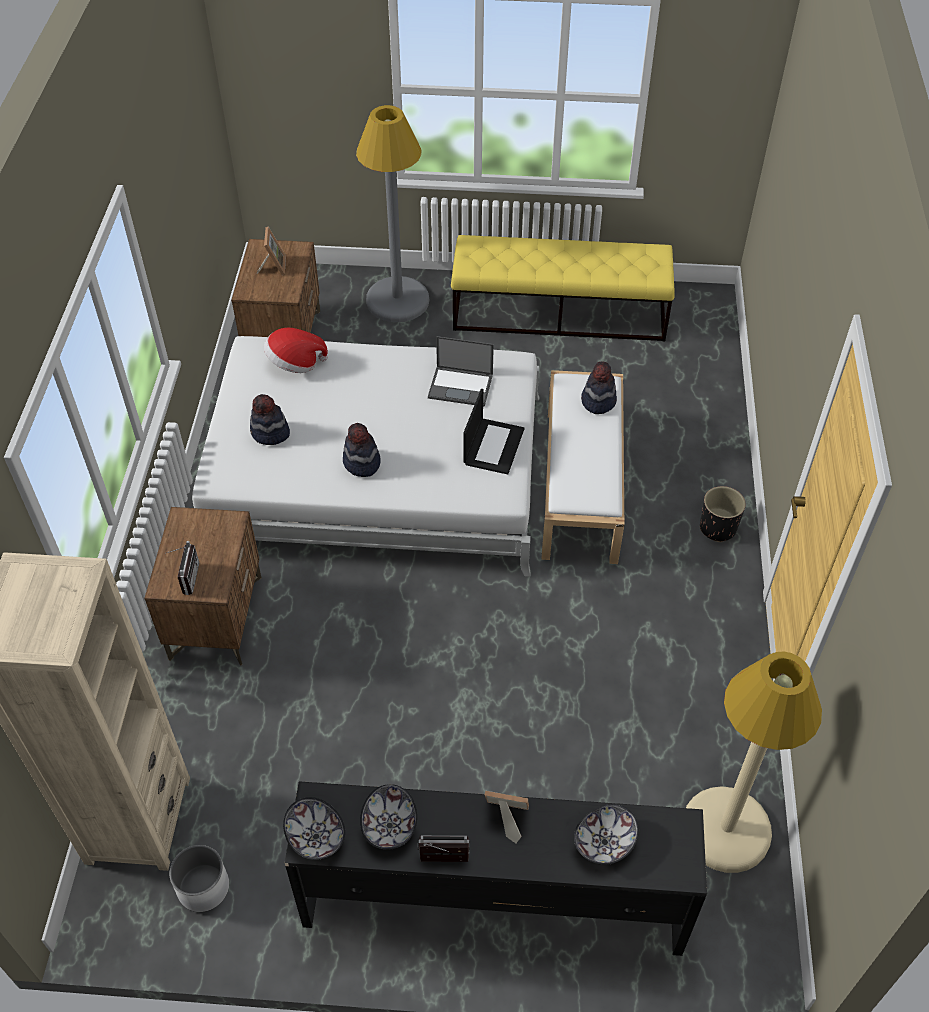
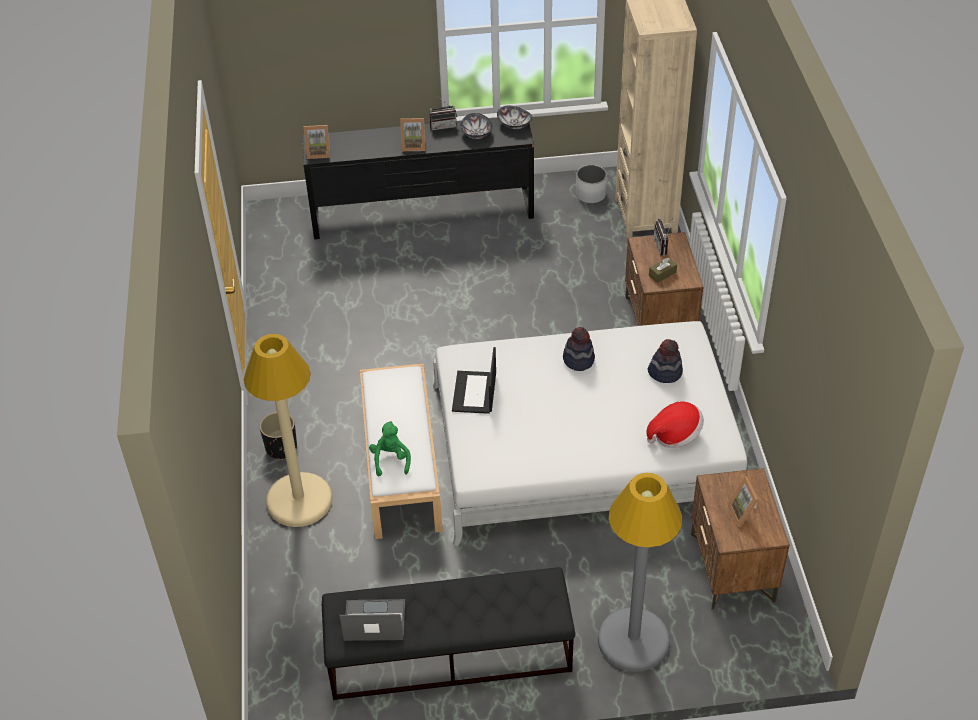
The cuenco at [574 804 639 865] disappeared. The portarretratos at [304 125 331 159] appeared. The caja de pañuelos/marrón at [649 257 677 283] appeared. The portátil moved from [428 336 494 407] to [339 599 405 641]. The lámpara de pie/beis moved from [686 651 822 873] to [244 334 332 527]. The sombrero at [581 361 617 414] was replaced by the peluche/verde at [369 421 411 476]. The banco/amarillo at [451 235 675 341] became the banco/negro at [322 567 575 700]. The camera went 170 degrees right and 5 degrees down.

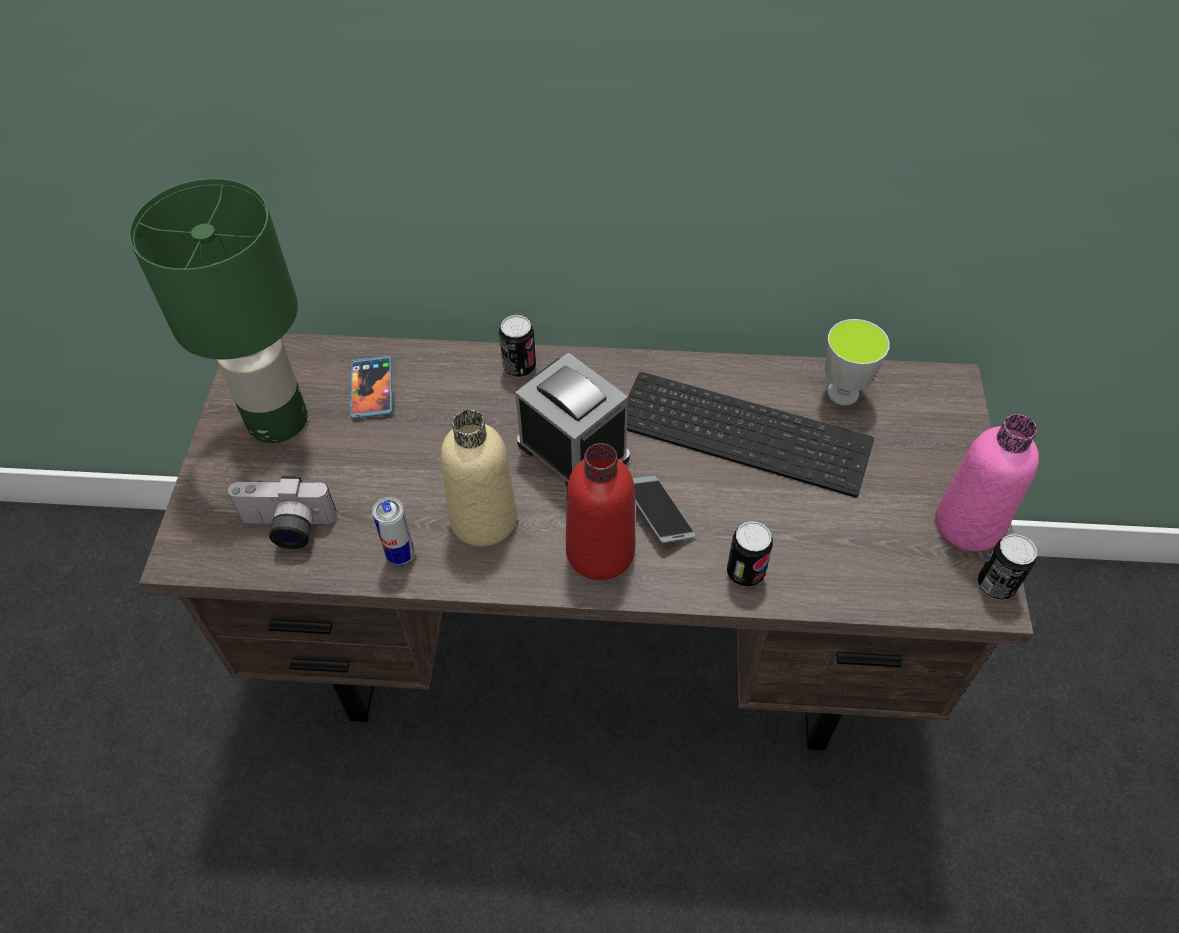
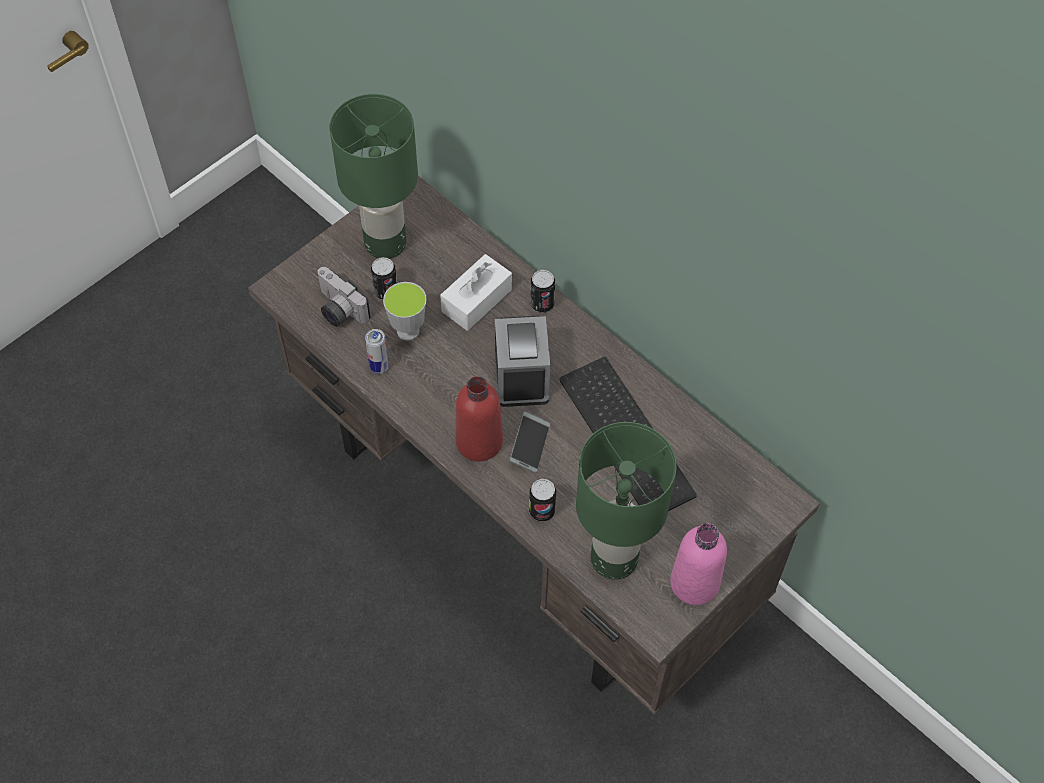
The móvil at [350 356 392 419] disappeared. The botella/beis at [441 410 517 547] disappeared. The caja de pañuelos/blanco at [440 254 512 331] appeared. The lámpara de mesa/verde at [576 422 677 580] appeared. The taza moved from [825 319 890 405] to [383 282 427 341]. The lata moved from [978 533 1037 600] to [371 257 397 300]. The camera went 40 degrees right and 5 degrees up.

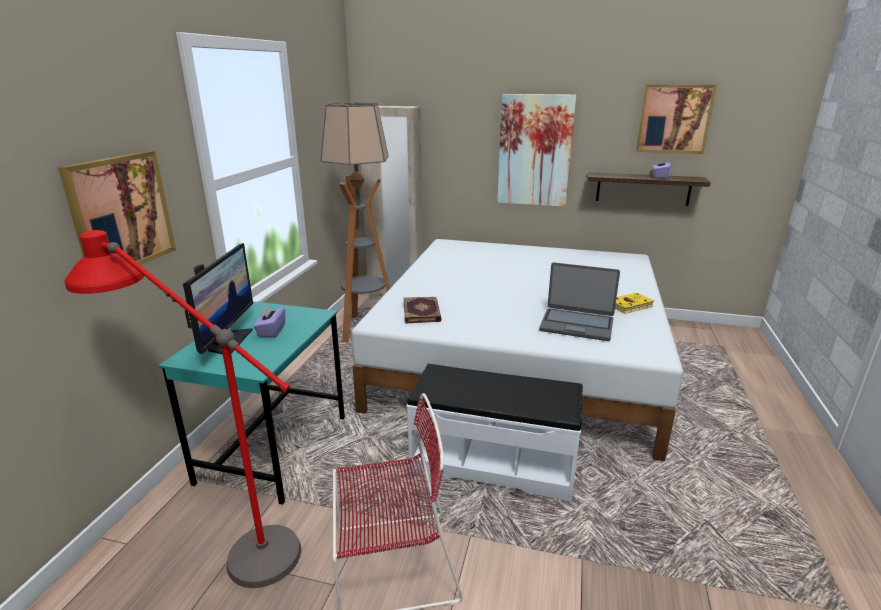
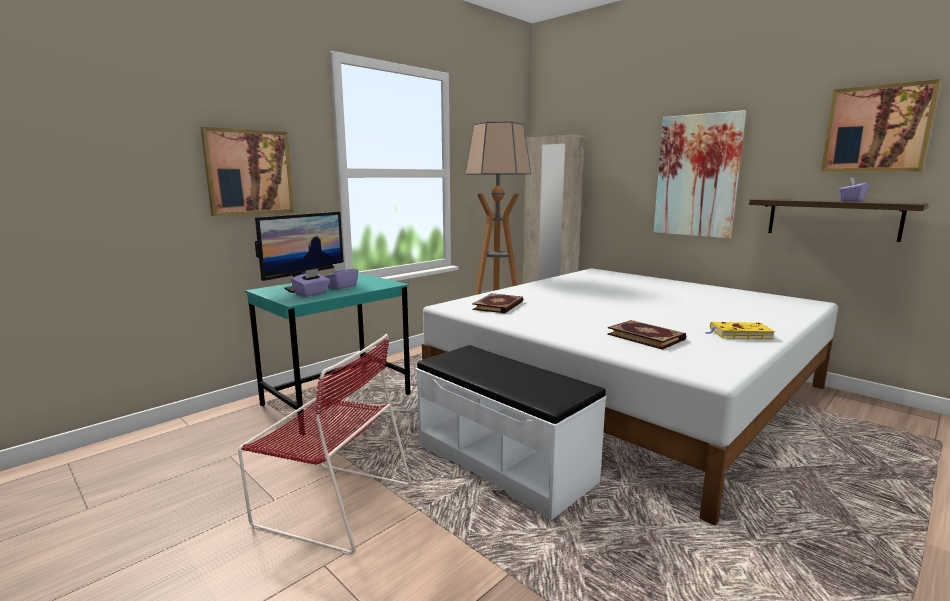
The lámpara de pie/rojo at [65 230 301 588] disappeared. The caja de pañuelos/morado at [291 269 330 297] appeared. The portátil at [539 263 620 341] was replaced by the libro at [607 320 686 350]. The camera went 30 degrees right and 10 degrees down.

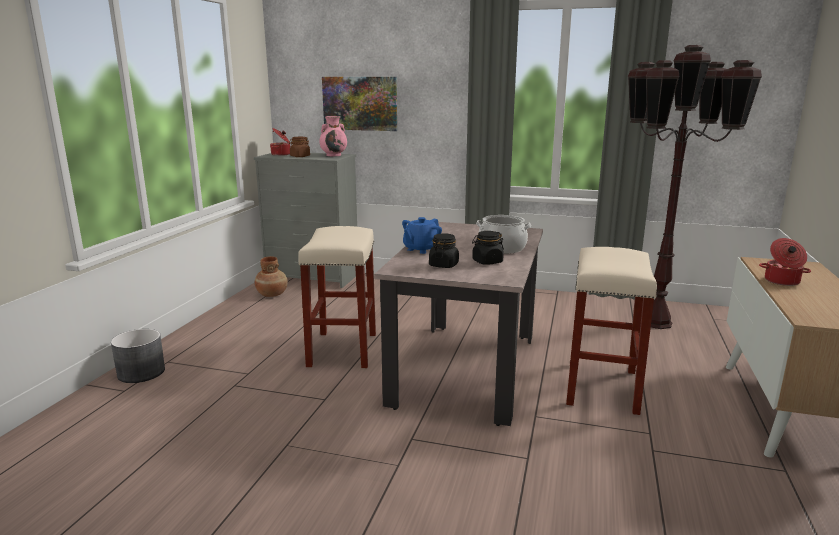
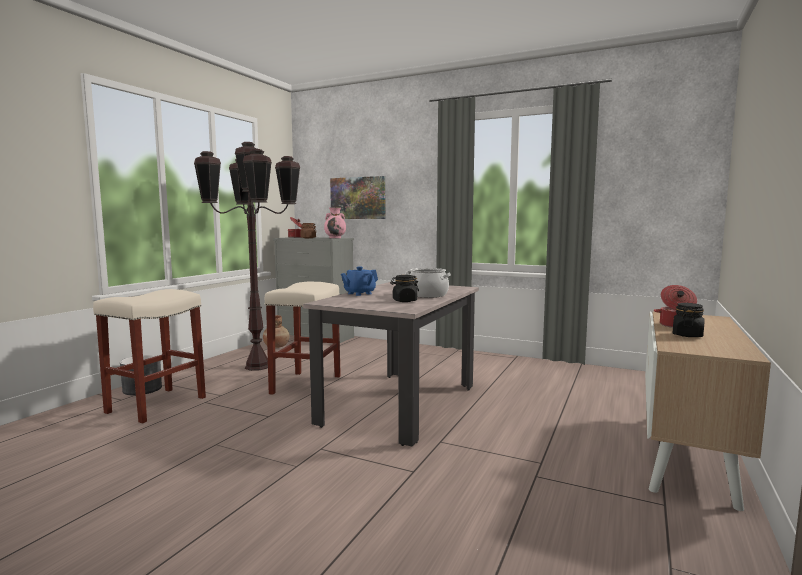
The tarro/negro moved from [429 233 459 268] to [673 303 704 337]. The taburete/beis moved from [566 247 657 415] to [93 289 206 423]. The lámpara de pie/marrón moved from [628 45 762 329] to [194 142 300 371]. The camera went 10 degrees right and 10 degrees down.

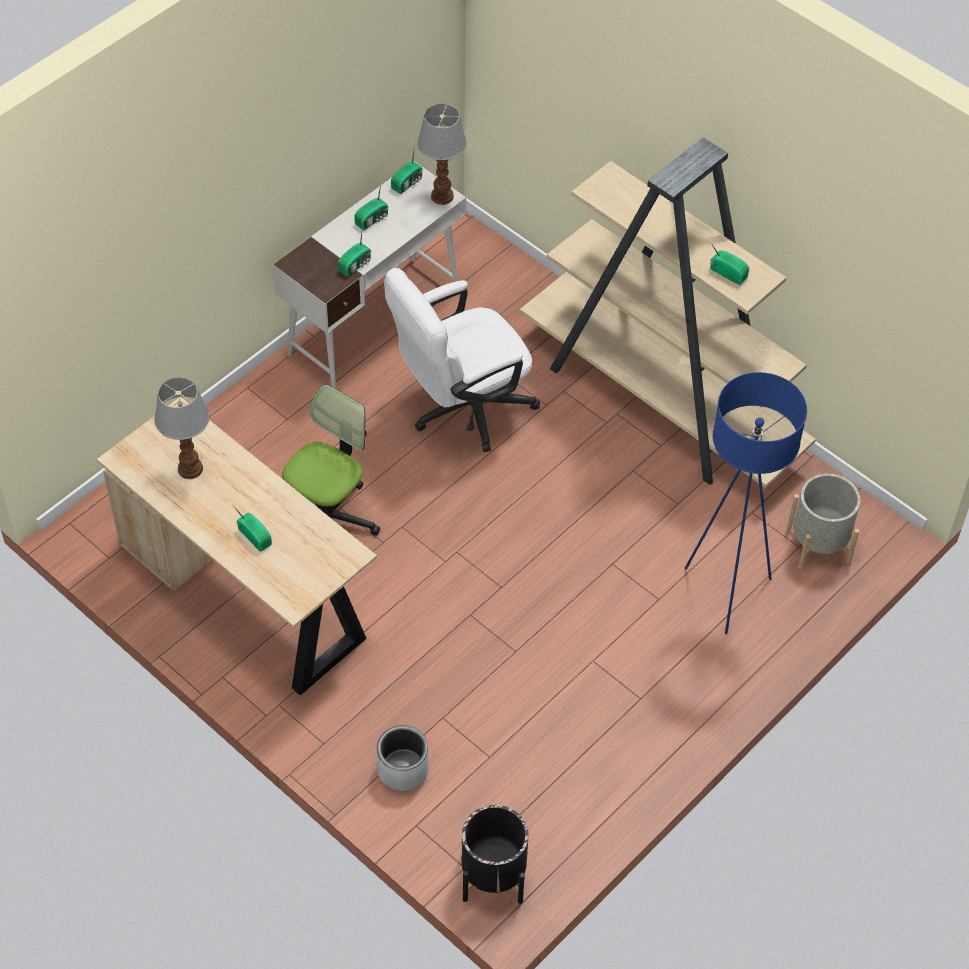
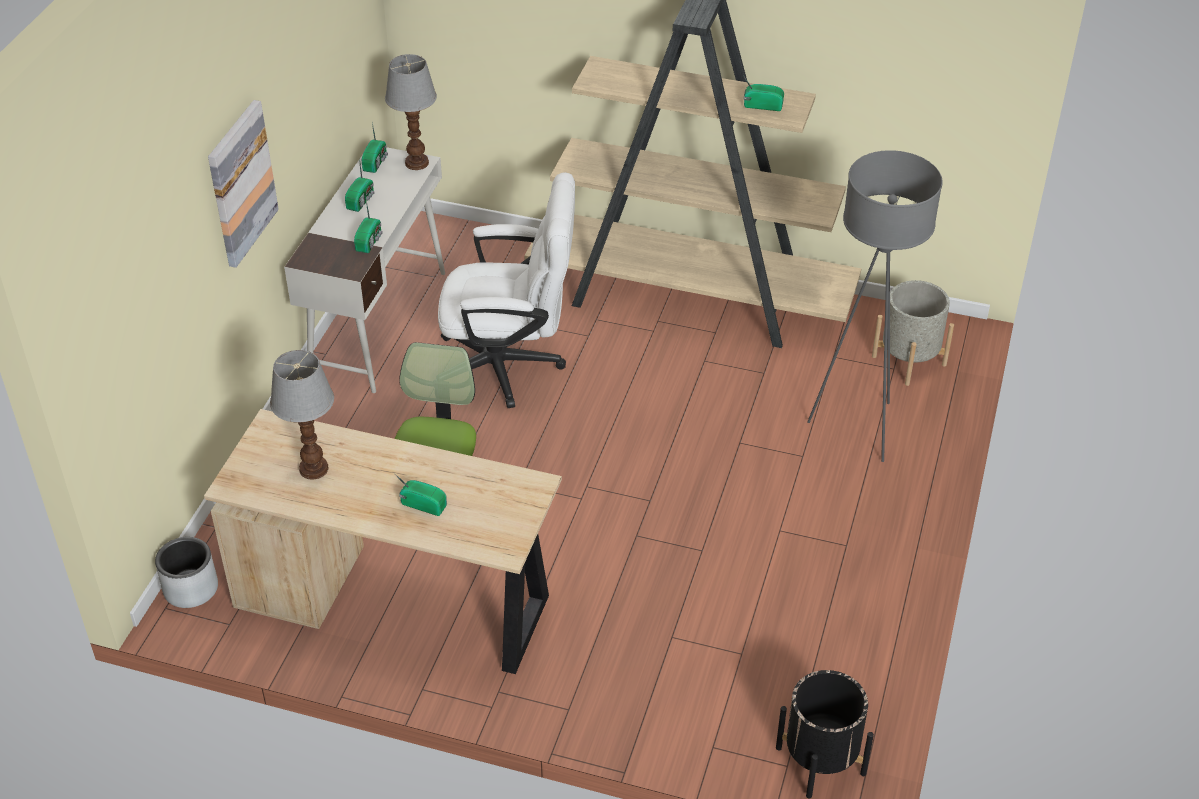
The cuadro at [208 100 279 268] appeared. The maceta/gris moved from [377 725 429 791] to [155 537 218 608]. The lámpara de pie/azul at [685 372 807 634] became the lámpara de pie/gris at [807 150 943 462]. The silla de oficina/blanco at [384 268 540 452] turned 120 degrees counterclockwise. The camera went 25 degrees left and 10 degrees down.

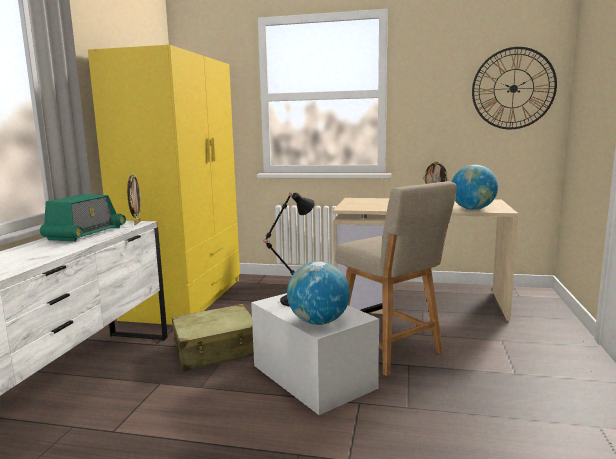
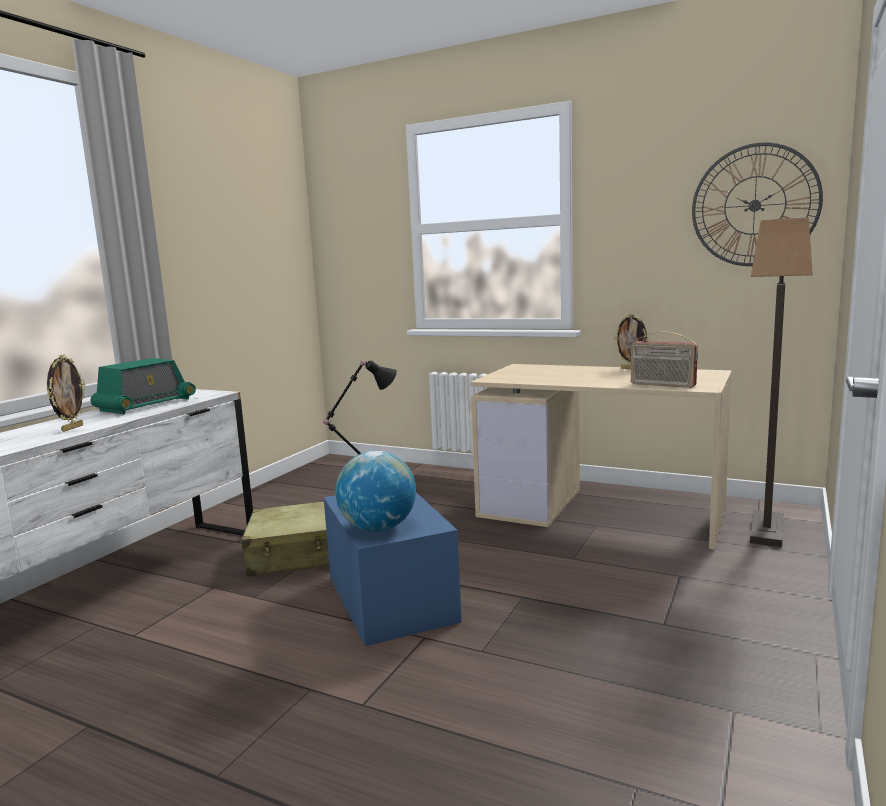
The armario ropero/amarillo at [88 45 240 325] disappeared. The silla/beis at [335 181 457 376] disappeared. The lámpara de pie at [750 217 813 547] appeared. The portarretratos moved from [127 173 141 225] to [47 355 86 432]. The globo terráqueo at [452 165 498 210] was replaced by the radio at [631 332 698 388]. The caja de almacenaje/blanco at [251 293 379 415] became the caja de almacenaje/azul at [324 493 461 646]. The camera went 15 degrees right and 0 degrees up.

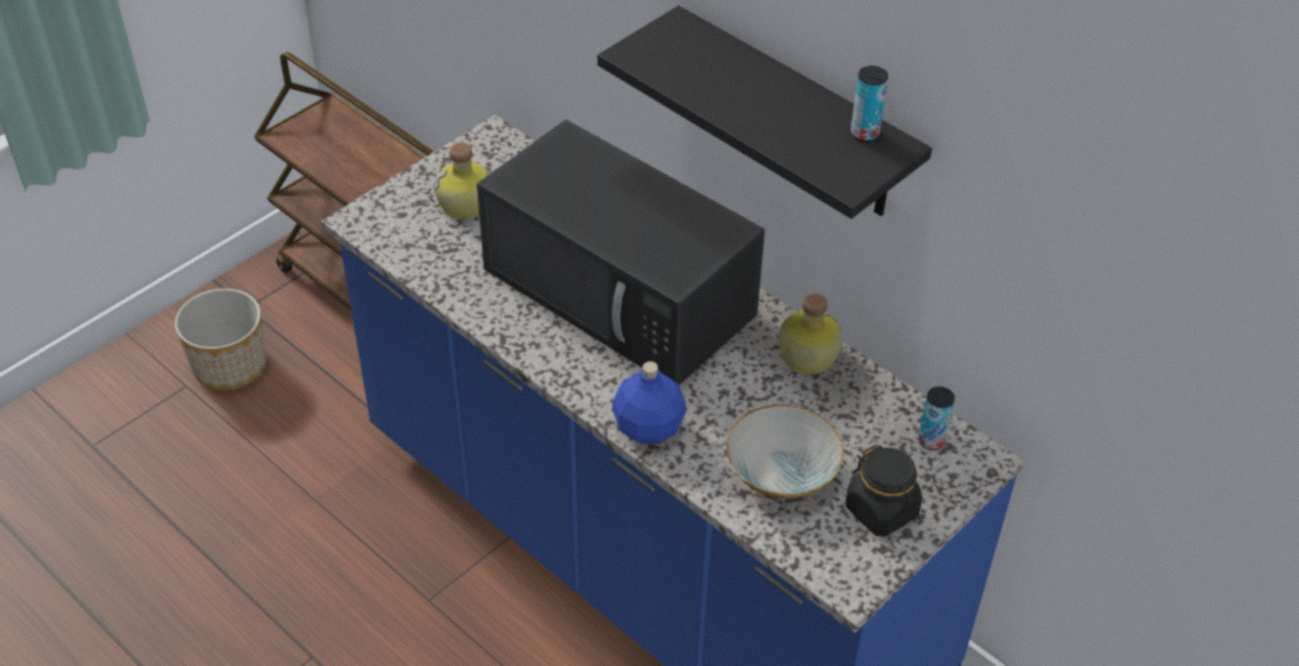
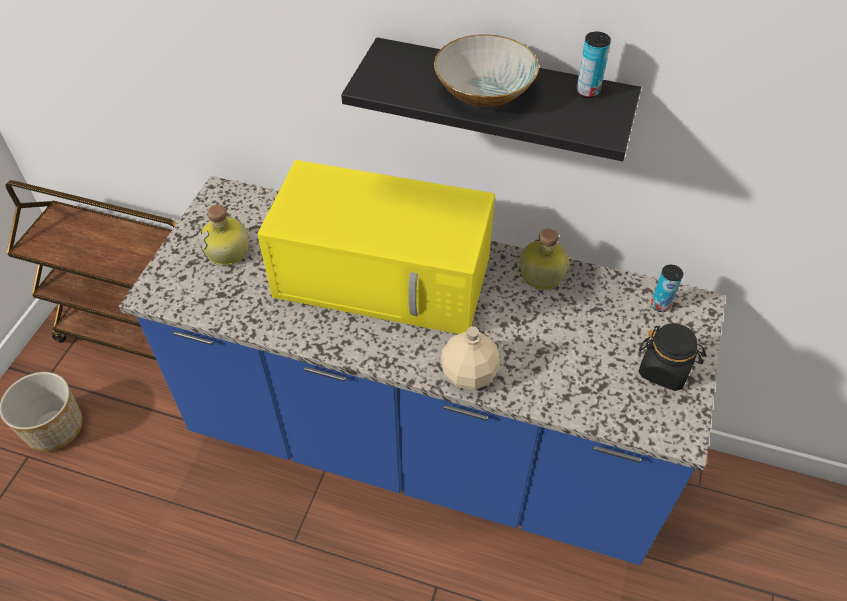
The cuenco moved from [726 405 844 499] to [434 34 539 107]. The microondas/negro at [477 119 765 385] became the microondas/amarillo at [257 160 495 334]. The botella/azul at [612 361 686 444] became the botella/beis at [441 326 500 390]. The camera went 25 degrees left and 5 degrees up.

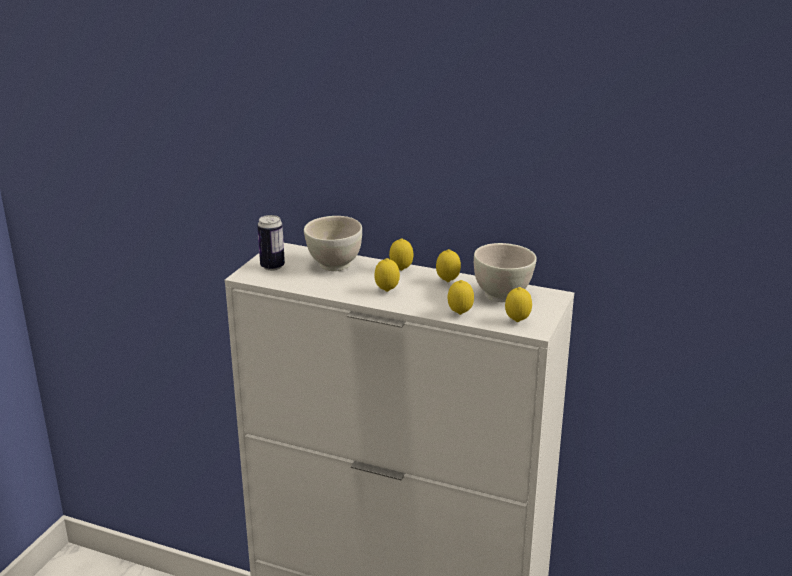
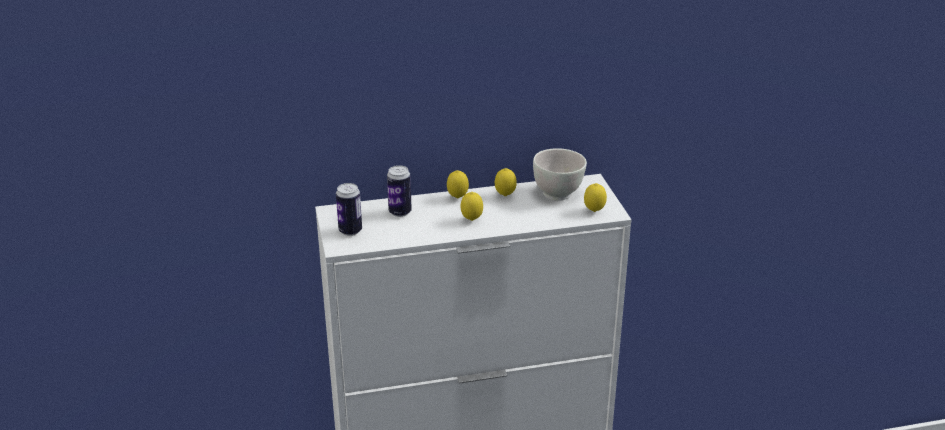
The limón at [448 280 474 315] disappeared. The cuenco/blanco at [304 216 362 271] was replaced by the lata at [387 165 412 217]. The camera went 35 degrees left and 5 degrees up.

